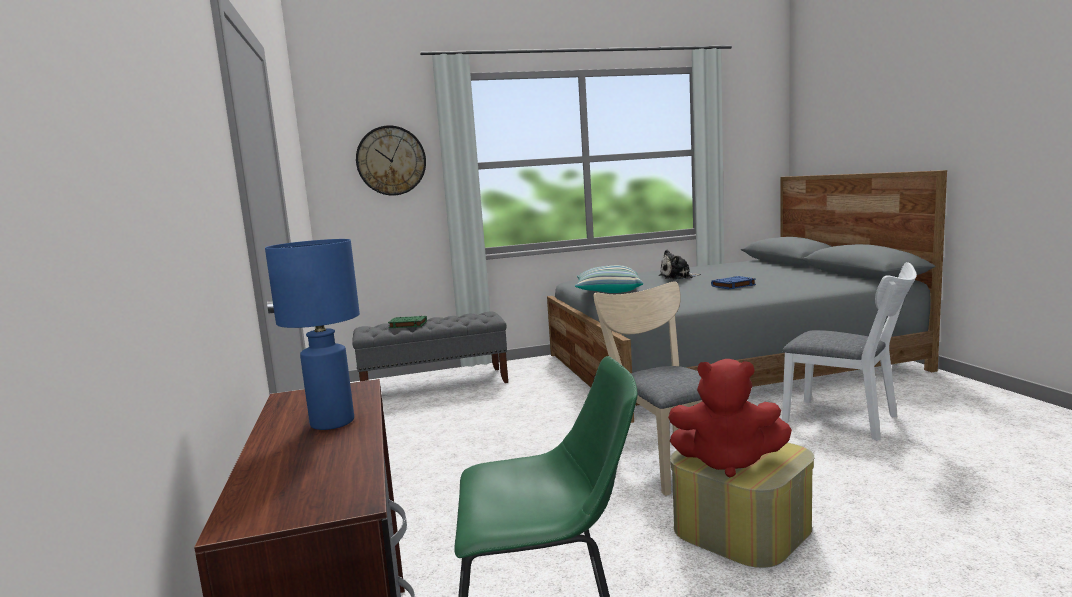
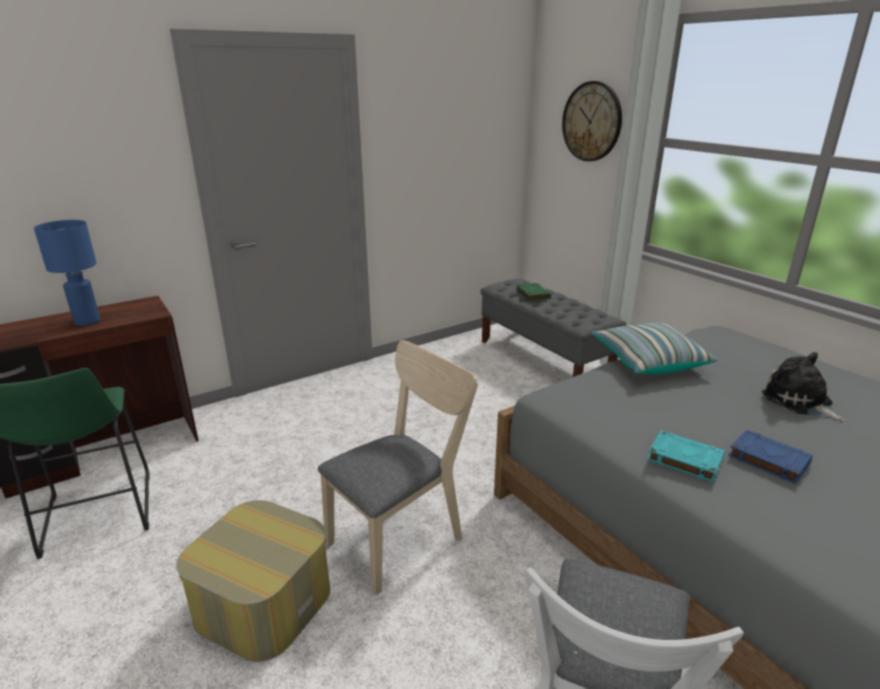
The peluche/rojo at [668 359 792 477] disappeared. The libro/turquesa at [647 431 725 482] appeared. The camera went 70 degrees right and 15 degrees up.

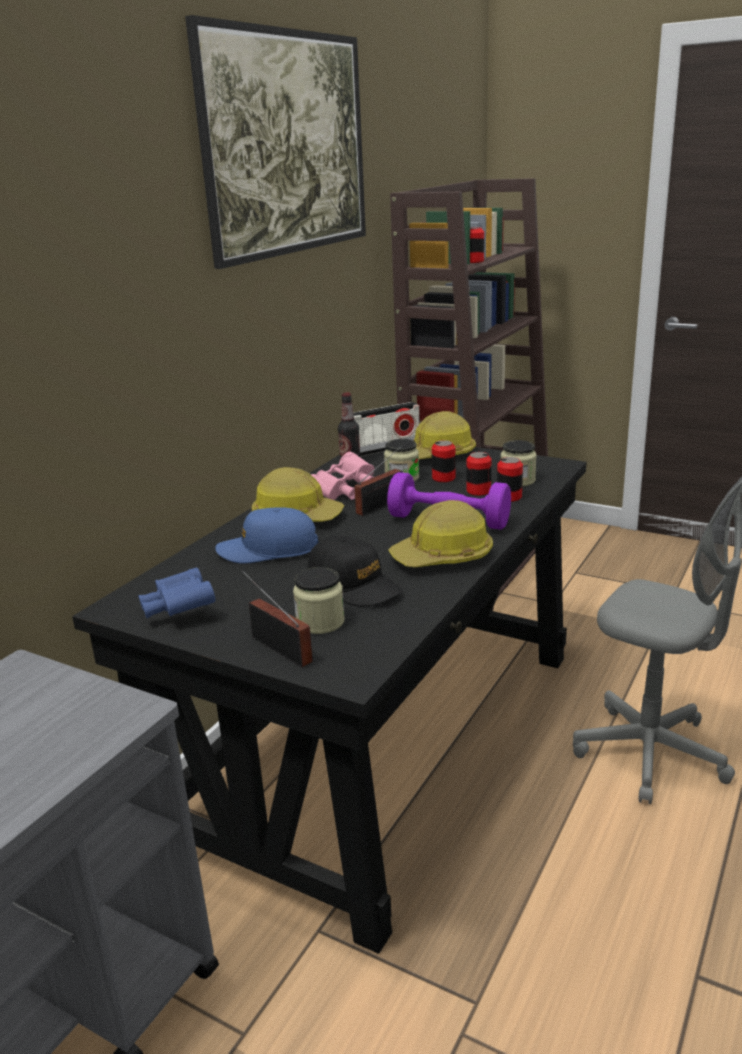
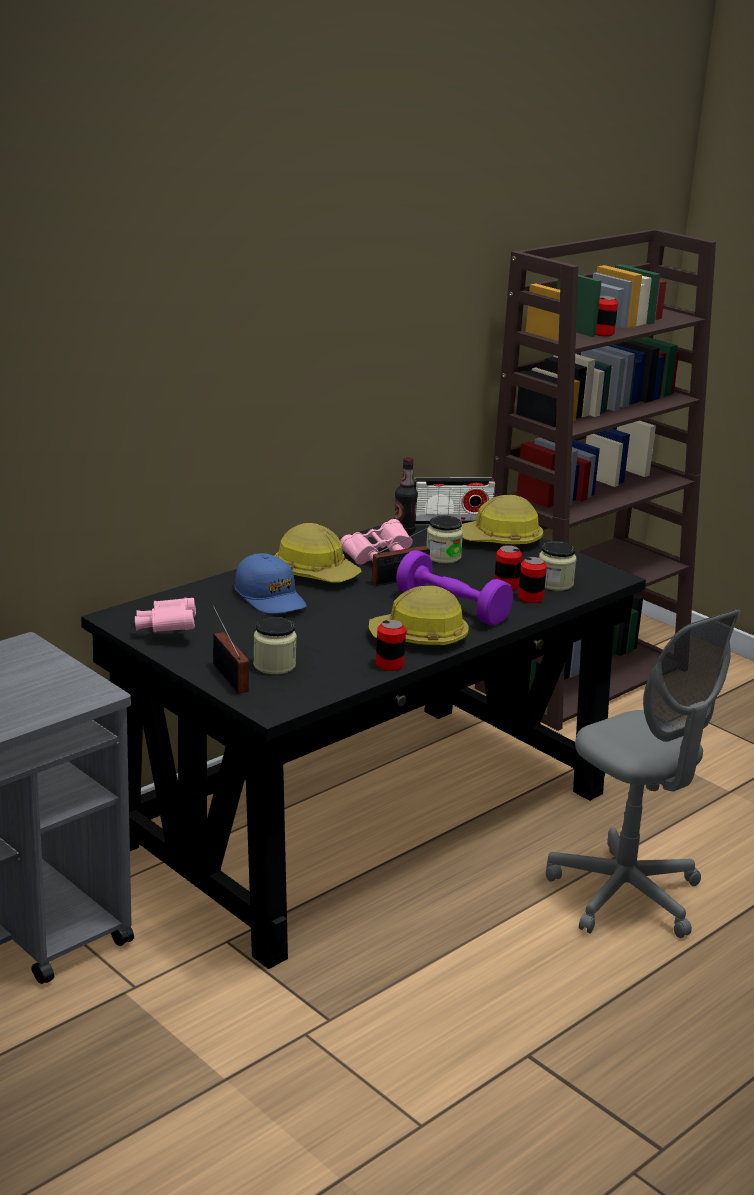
The cuadro at [185 15 366 269] disappeared. The gorra/negro at [308 536 402 606] disappeared. The lata moved from [432 440 456 482] to [376 620 406 671]. The prismáticos/azul at [138 568 216 618] became the prismáticos/rosa at [135 598 196 632]. The gorra/azul at [215 508 319 564] turned 135 degrees counterclockwise. The camera went 15 degrees right and 0 degrees up.

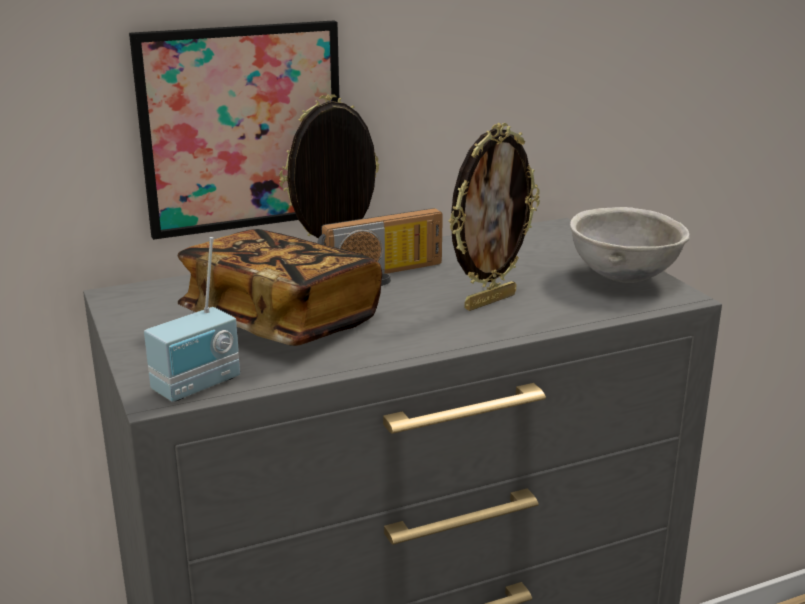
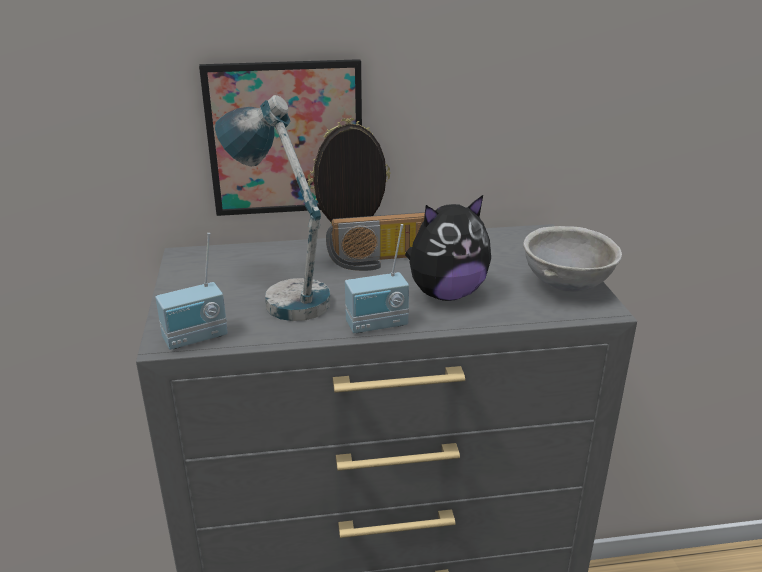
The radio at [345 224 409 333] appeared. The libro at [178 229 382 346] was replaced by the lámpara de mesa at [215 95 331 321]. The portarretratos at [449 123 540 311] was replaced by the peluche at [405 195 491 301]. The camera went 15 degrees right and 5 degrees up.

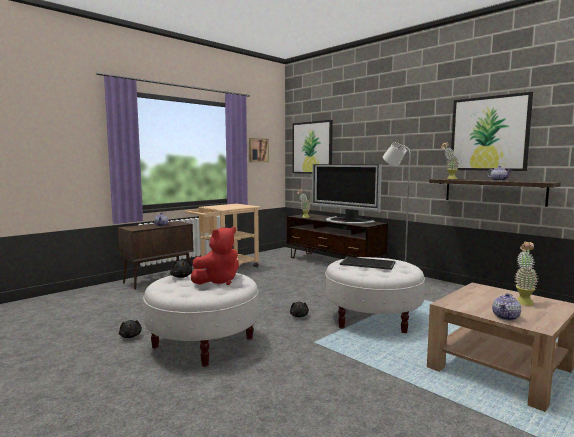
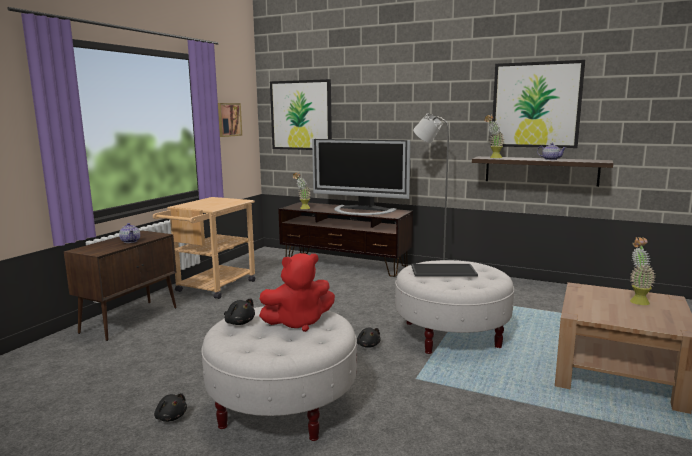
The tetera at [492 293 521 321] disappeared. The peluche/rojo at [191 227 239 285] turned 45 degrees clockwise. The camera went 20 degrees left and 5 degrees up.

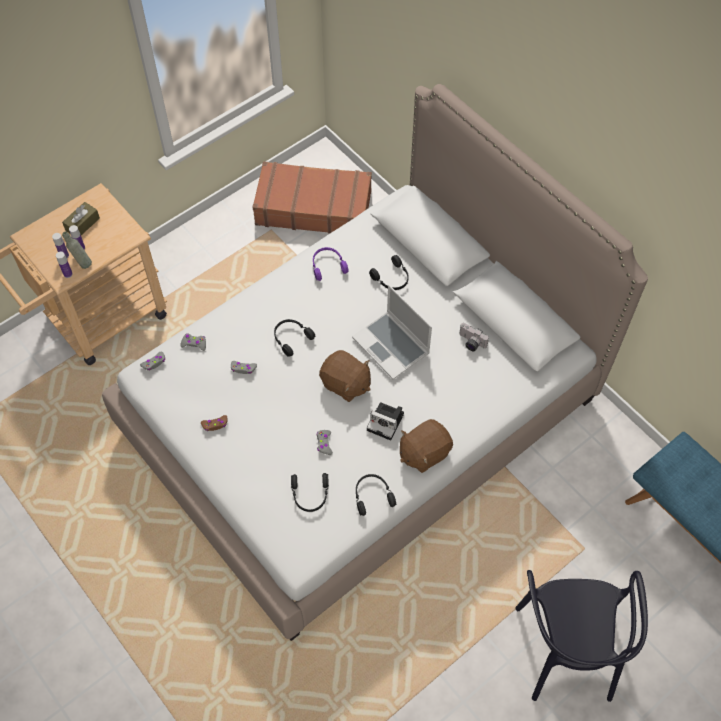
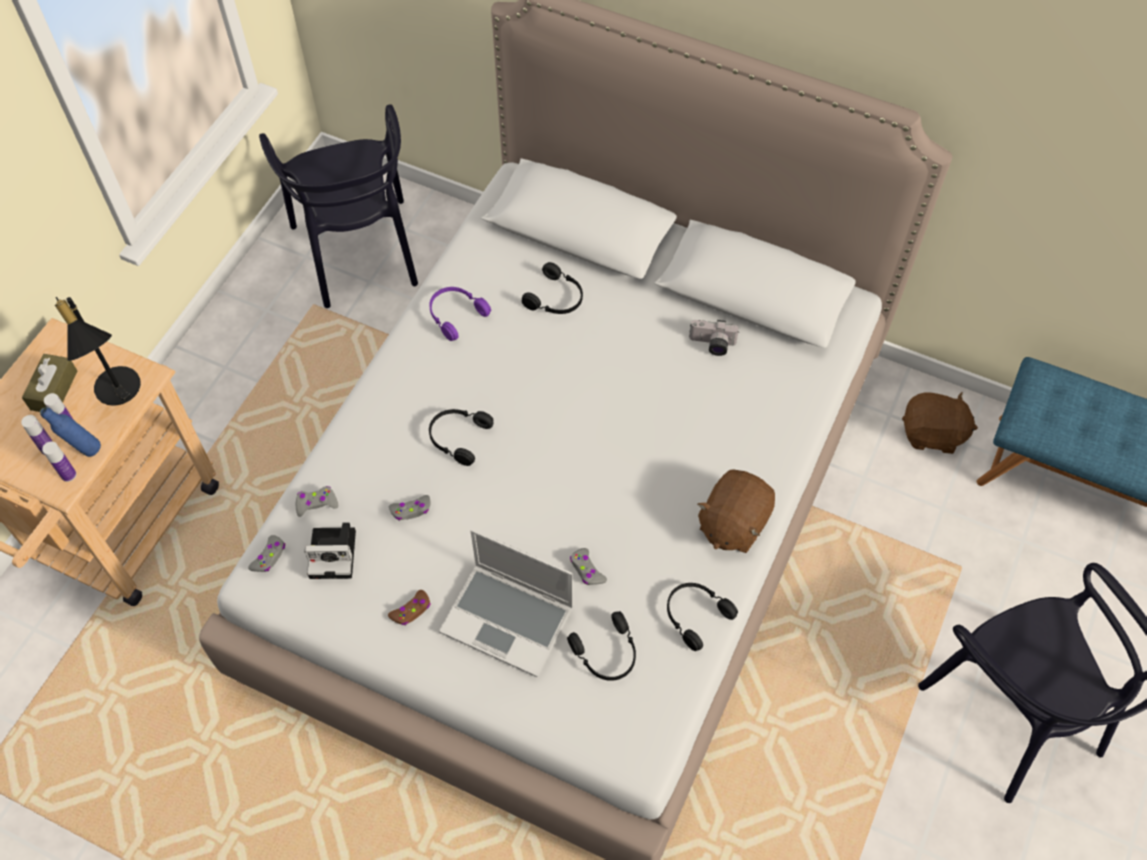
The lámpara de mesa/negro at [55 297 141 406] appeared. The peluche/marrón moved from [319 350 371 402] to [902 392 978 454]. The portátil moved from [352 285 432 380] to [439 529 573 677]. The cámara moved from [367 402 404 440] to [305 522 356 579]. The maleta/marrón at [252 161 372 234] was replaced by the silla/negro at [259 104 418 308]. The botella/gris at [62 232 92 269] became the botella/azul at [40 407 101 457]. The camera went 25 degrees left and 0 degrees up.

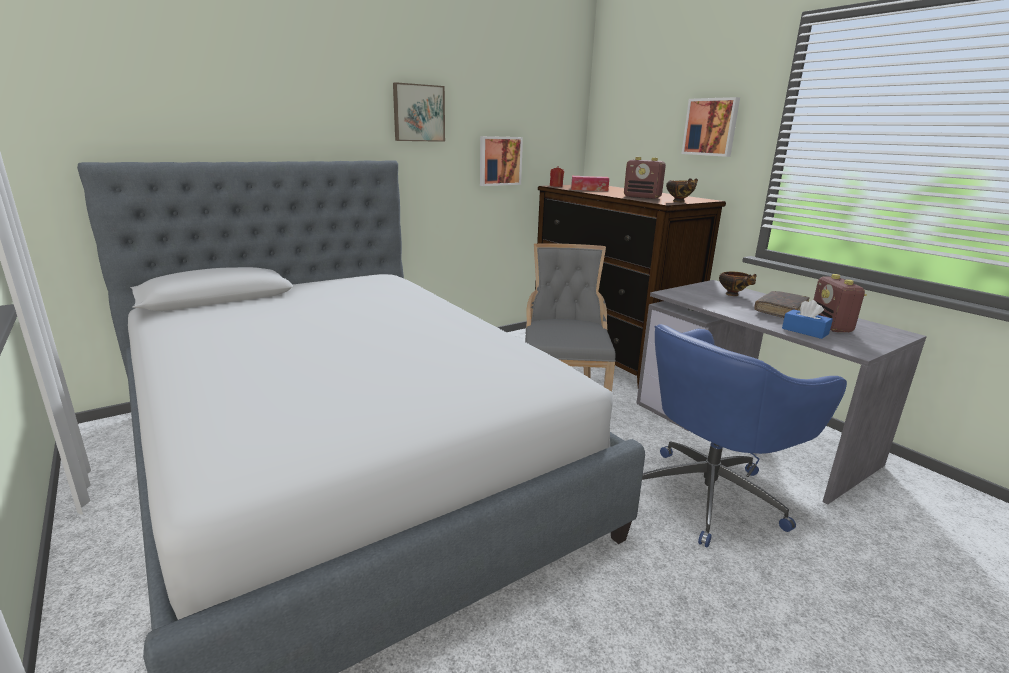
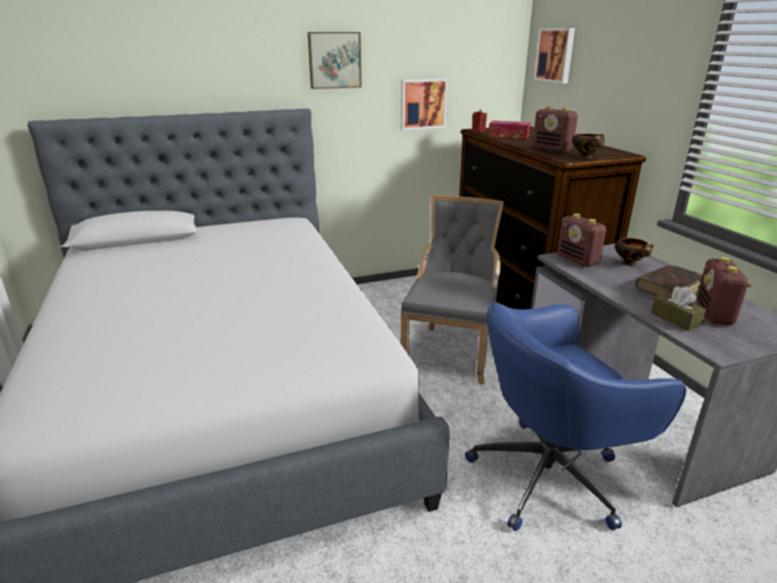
The radio at [557 213 607 267] appeared. The cuadro moved from [682 97 740 157] to [534 28 575 84]. The caja de pañuelos/azul at [782 300 833 339] became the caja de pañuelos/marrón at [651 286 707 331]. The camera went 15 degrees right and 5 degrees up.

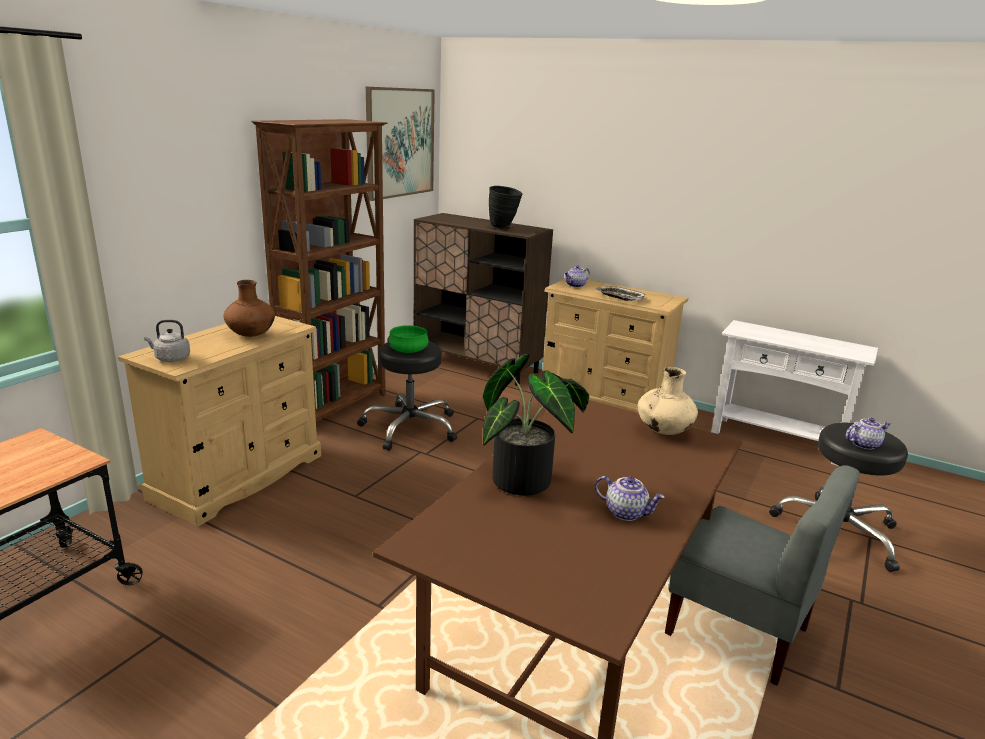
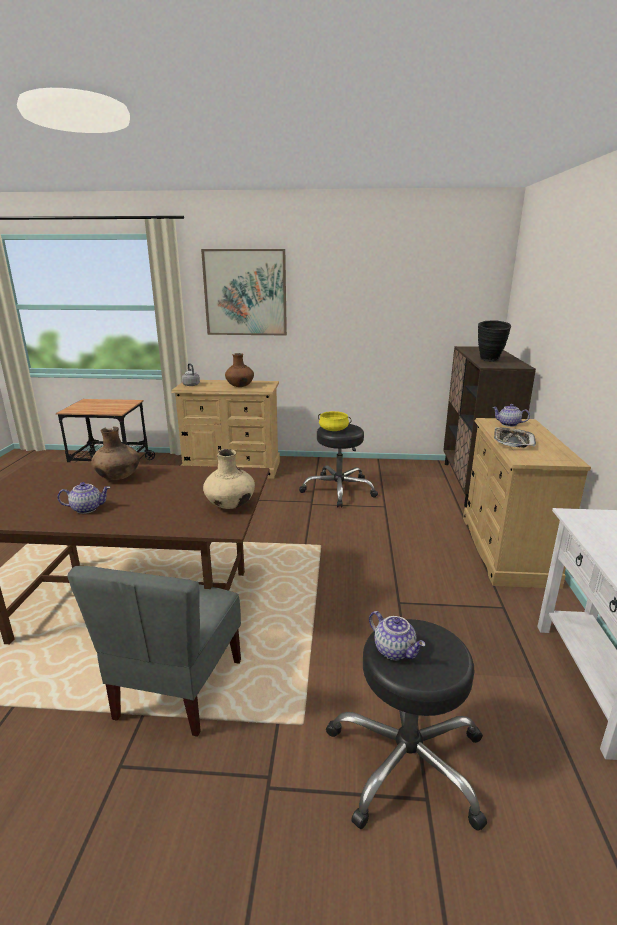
The estantería/marrón at [251 119 387 428] disappeared. The cuadro moved from [366 87 435 201] to [201 249 287 335]. The planta en maceta at [483 354 589 496] was replaced by the florero/marrón at [91 426 140 480]. The olla/verde at [387 325 429 353] became the olla/amarillo at [318 411 352 431]. The tetera at [595 476 665 521] turned 105 degrees counterclockwise. The camera went 65 degrees right and 0 degrees up.

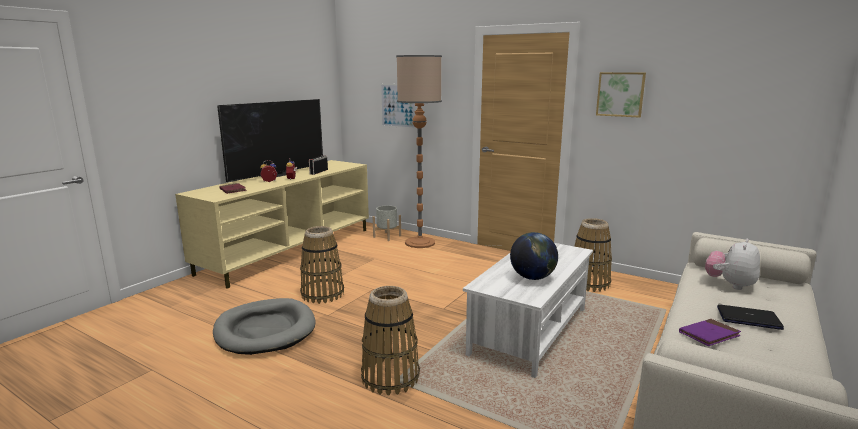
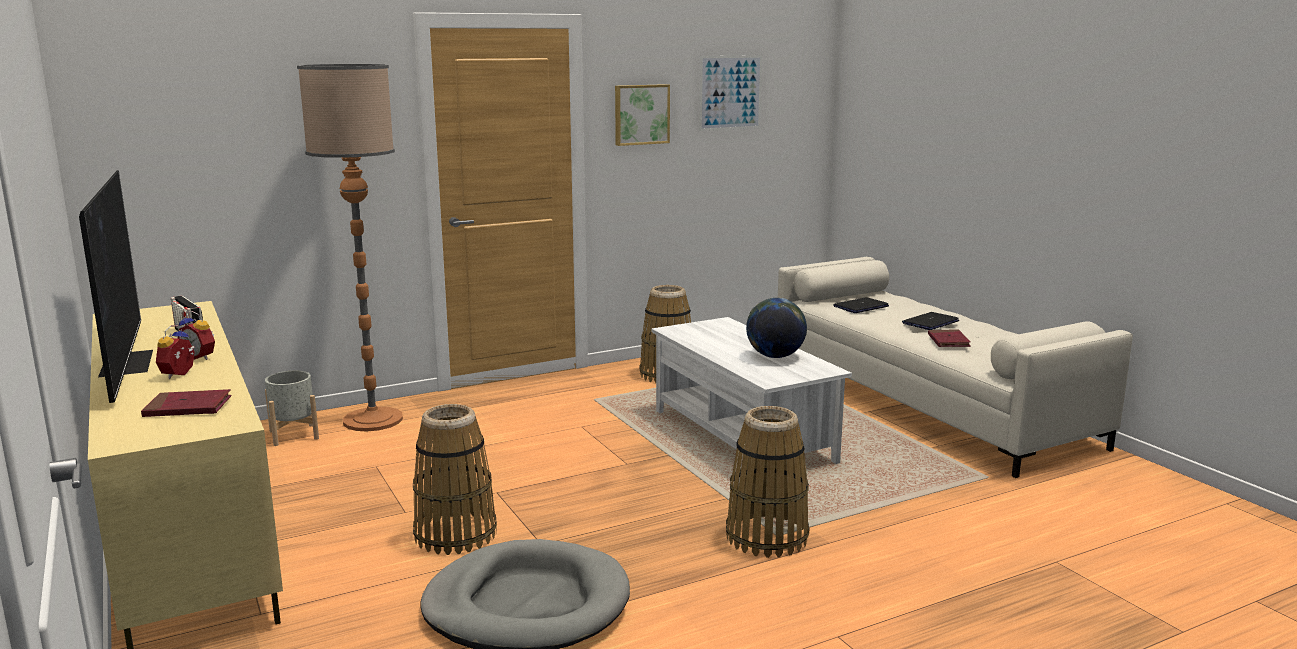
The cuadro moved from [380 84 416 129] to [699 55 762 131]. The peluche at [705 239 760 290] was replaced by the portátil at [833 297 889 313]. The libro/morado at [679 319 741 346] became the libro/rojo at [928 329 971 347]. The camera went 60 degrees left and 0 degrees up.

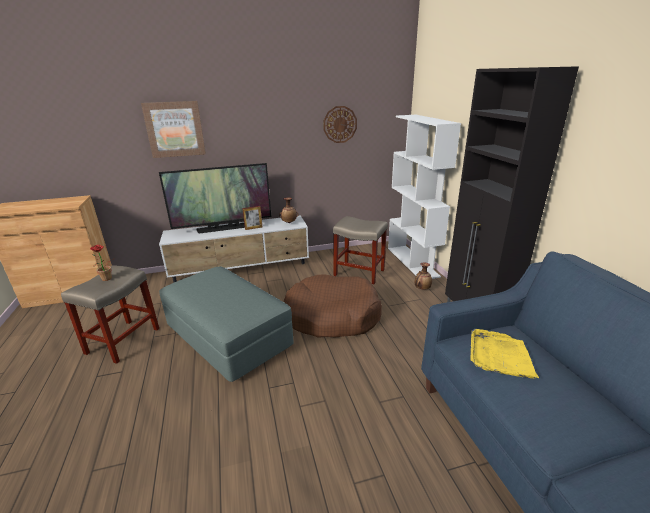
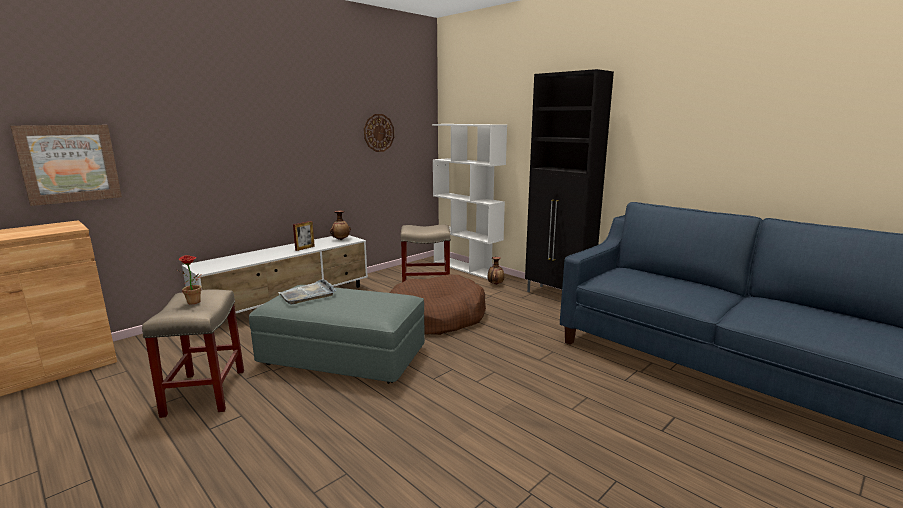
The televisor at [159 163 271 234] disappeared. The bandeja/amarillo at [470 329 539 379] disappeared. The bandeja/gris at [278 279 336 304] appeared. The cuadro moved from [141 101 206 158] to [10 125 122 206]. The camera went 30 degrees left and 10 degrees down.

